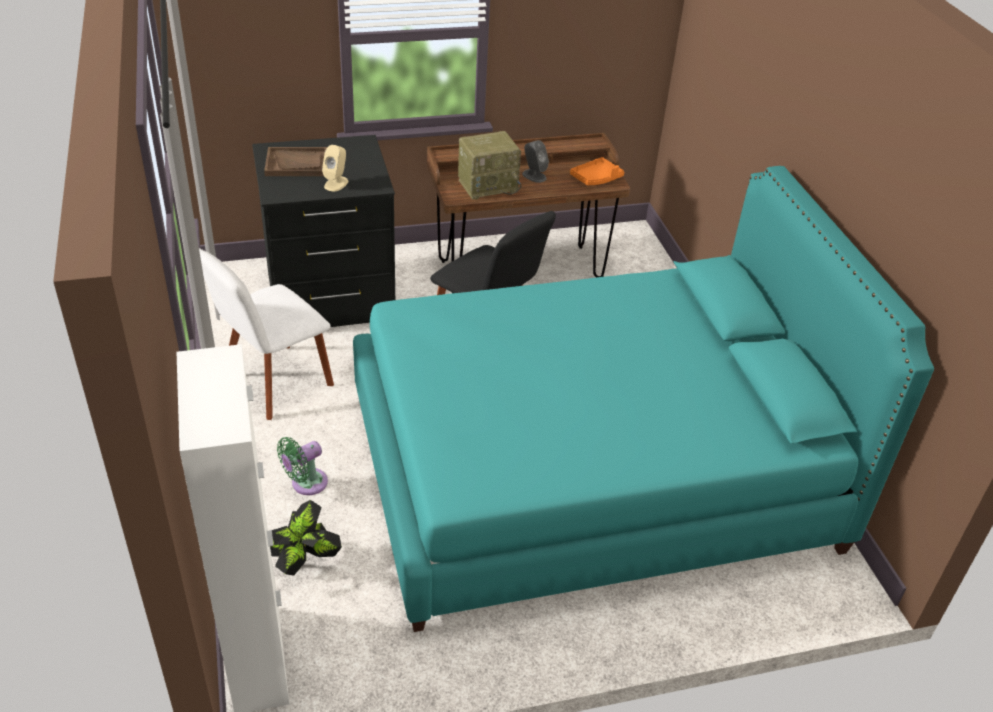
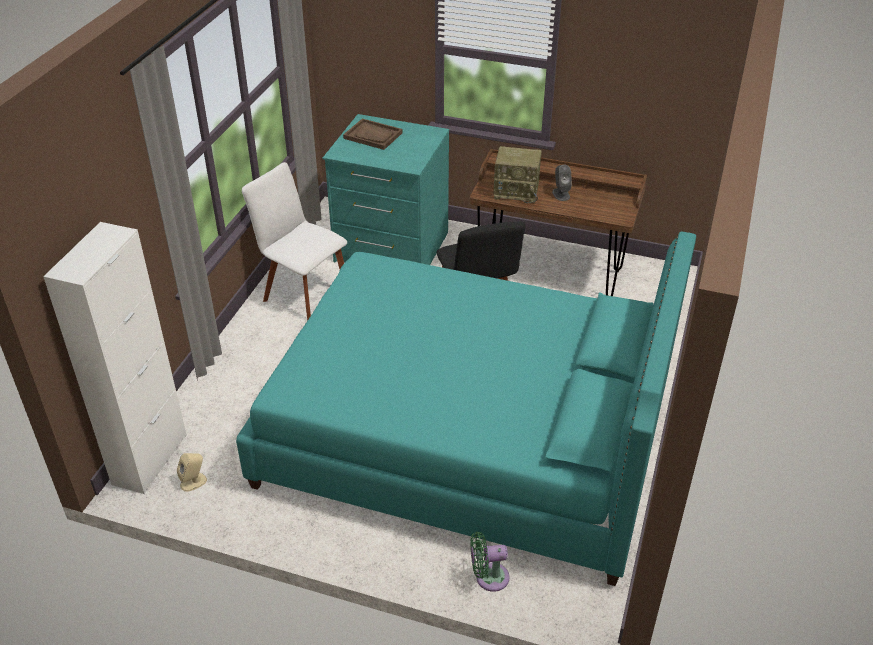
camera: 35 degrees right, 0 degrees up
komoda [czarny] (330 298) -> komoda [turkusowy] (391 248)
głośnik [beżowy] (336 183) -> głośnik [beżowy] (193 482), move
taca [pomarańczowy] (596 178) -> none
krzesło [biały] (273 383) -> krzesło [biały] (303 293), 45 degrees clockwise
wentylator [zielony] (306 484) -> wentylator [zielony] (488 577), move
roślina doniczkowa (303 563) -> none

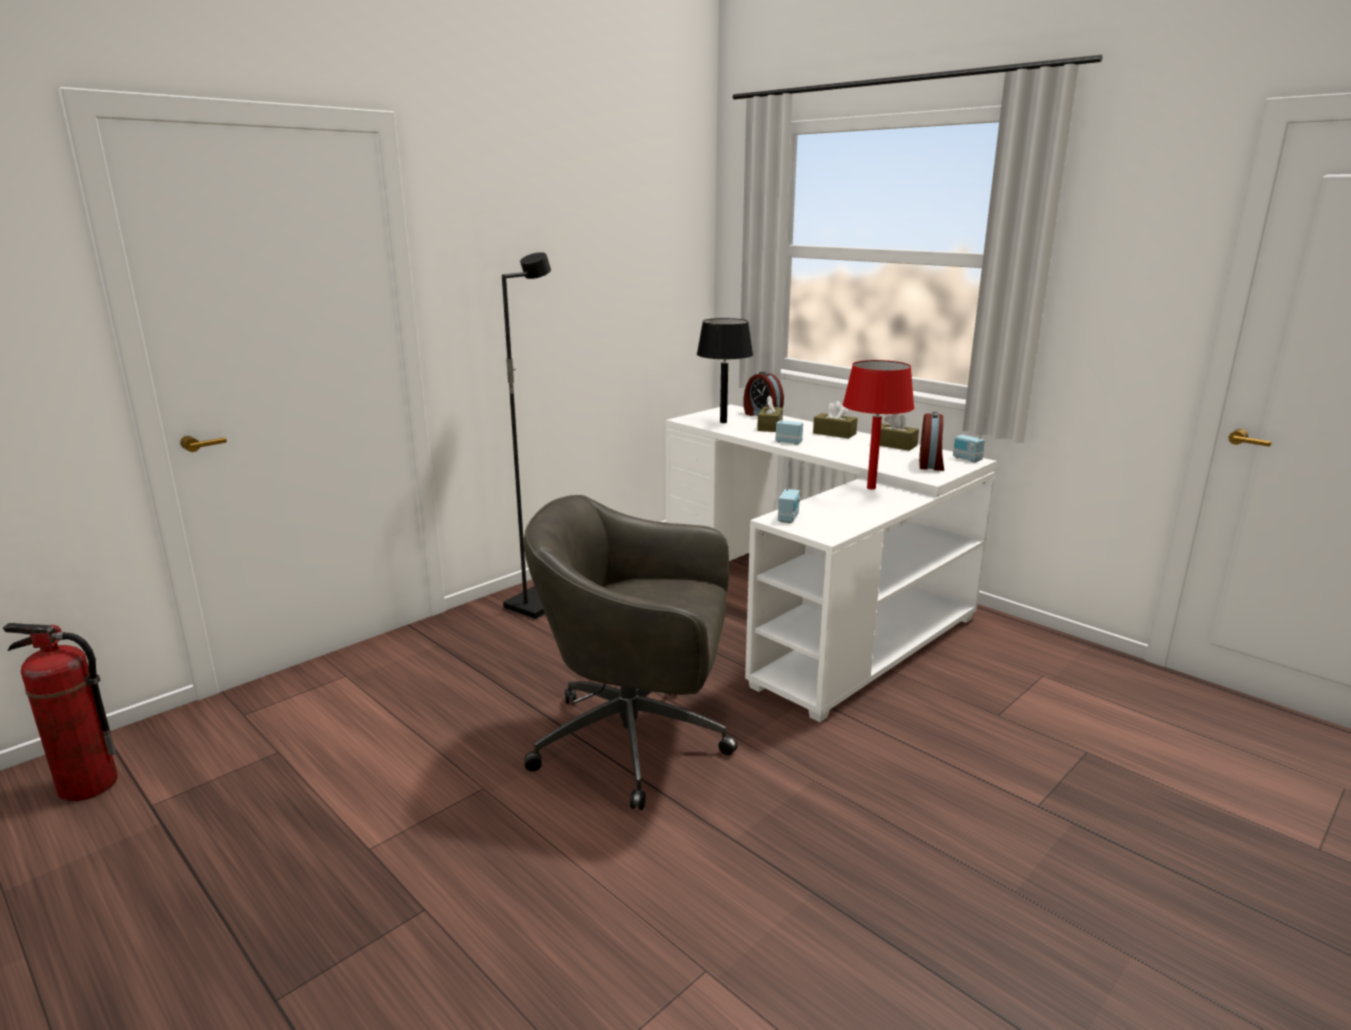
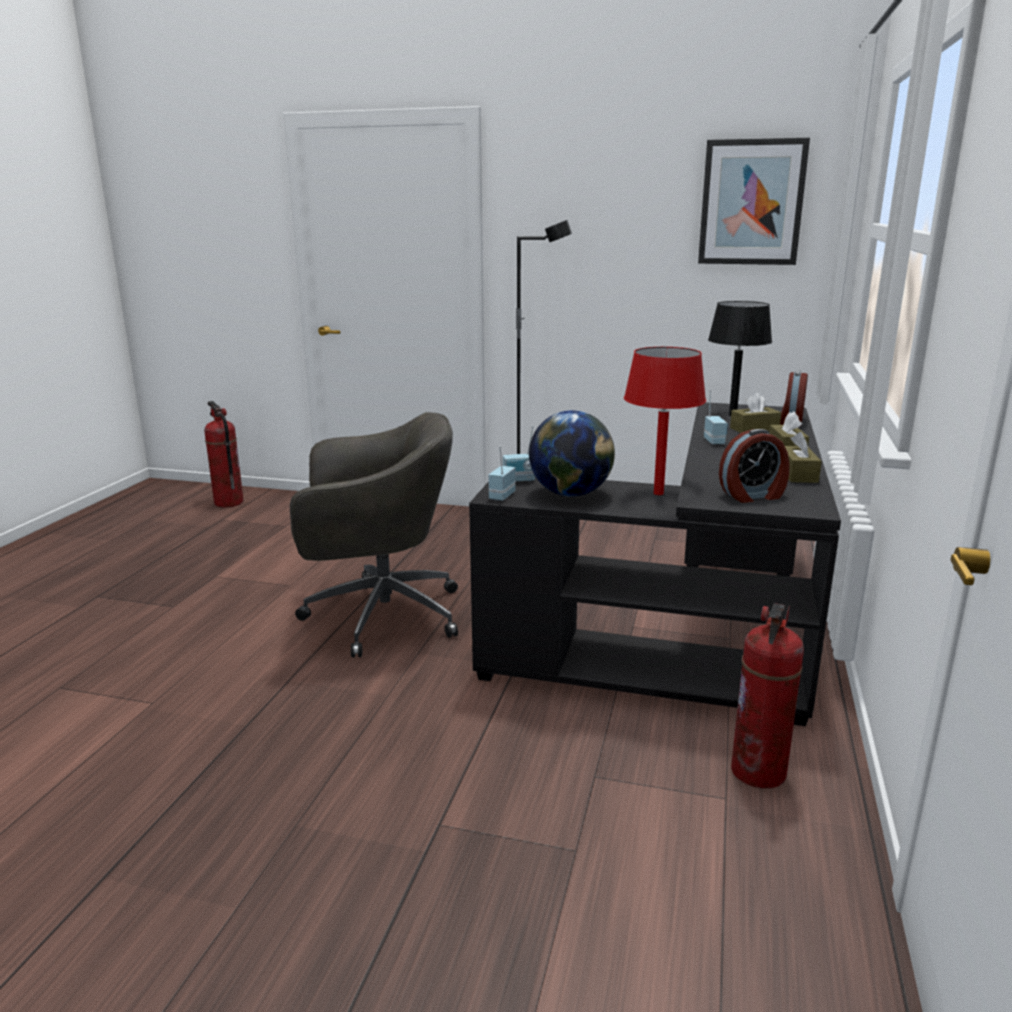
camera: 60 degrees right, 0 degrees up
biurko [biały] (814 606) -> biurko [czarny] (696 630)
radio (966 459) -> radio (500 496), move
krzesło biurowe [szary] (637 743) -> krzesło biurowe [szary] (379 615), 105 degrees clockwise
none -> obraz (751 202)
none -> globus (570 494)
none -> gaśnica (758 772)

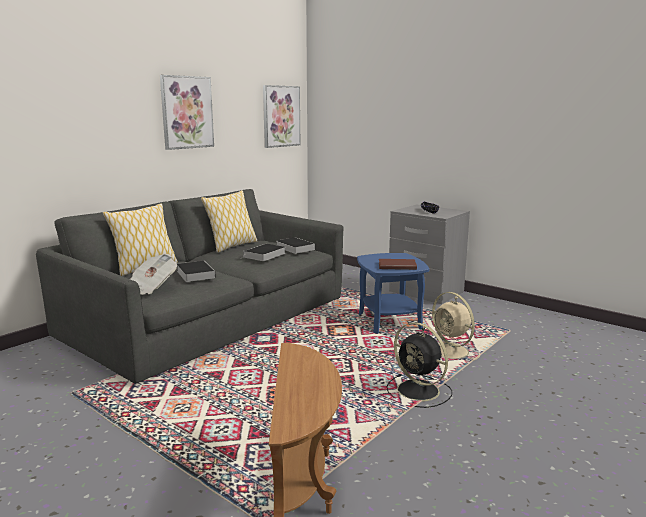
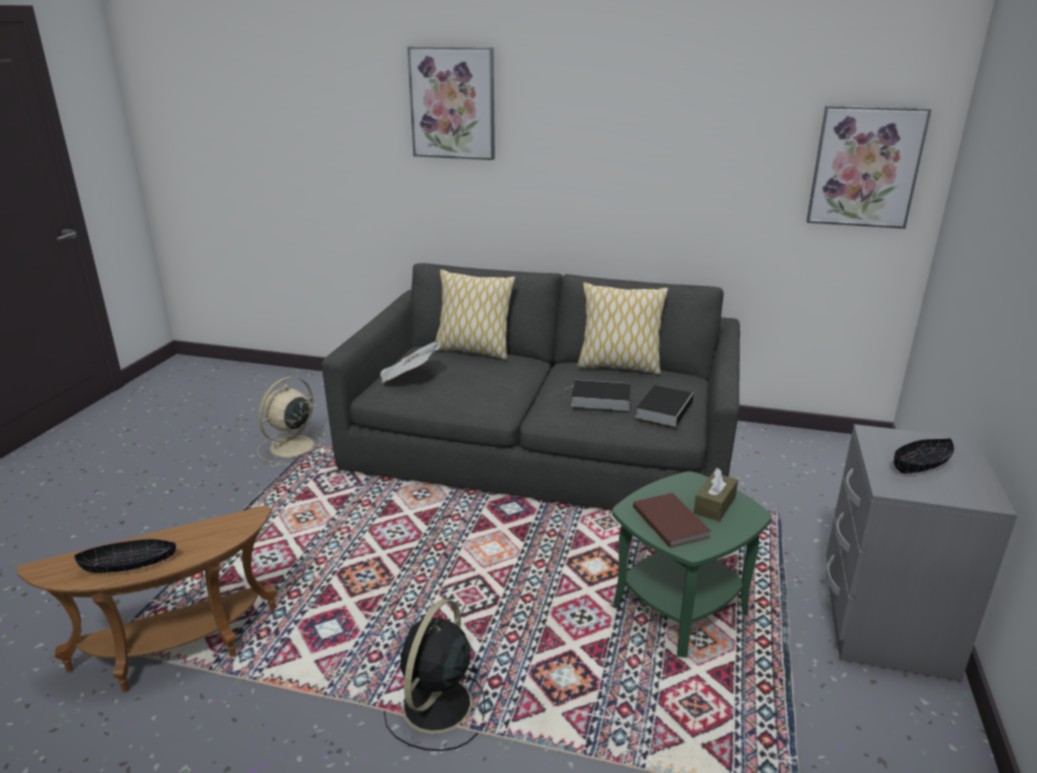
camera: 65 degrees right, 10 degrees up
obraz (186 112) -> obraz (453 103), move
stolik [niebieski] (389 321) -> stolik [zielony] (680 609)
książka (195 274) -> none
wentylator [beżowy] (451 352) -> wentylator [beżowy] (290 447), move
none -> pudełko chusteczek [brązowy] (714 505)
none -> miska [czarny] (129 565)

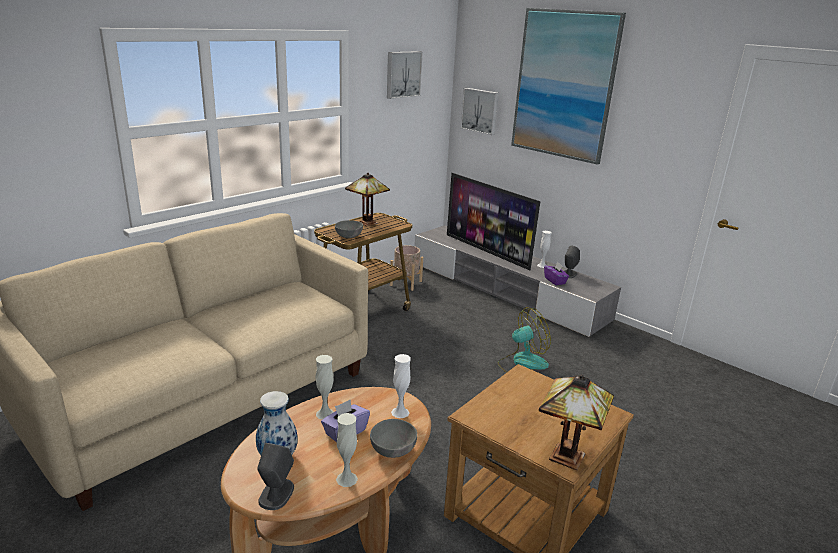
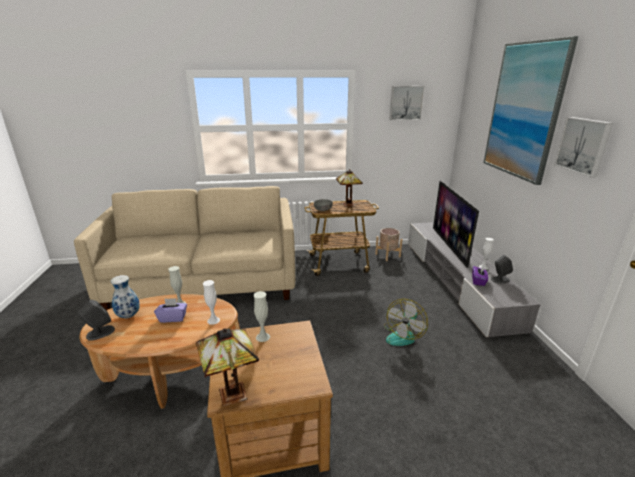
camera: 40 degrees right, 0 degrees up
obraz (480 111) -> obraz (583 145), move
wentylator (522 364) -> wentylator (403 335), 105 degrees clockwise
wazon [biały] (346 479) -> wazon [biały] (263 337), move
miska [szary] (393 451) -> none

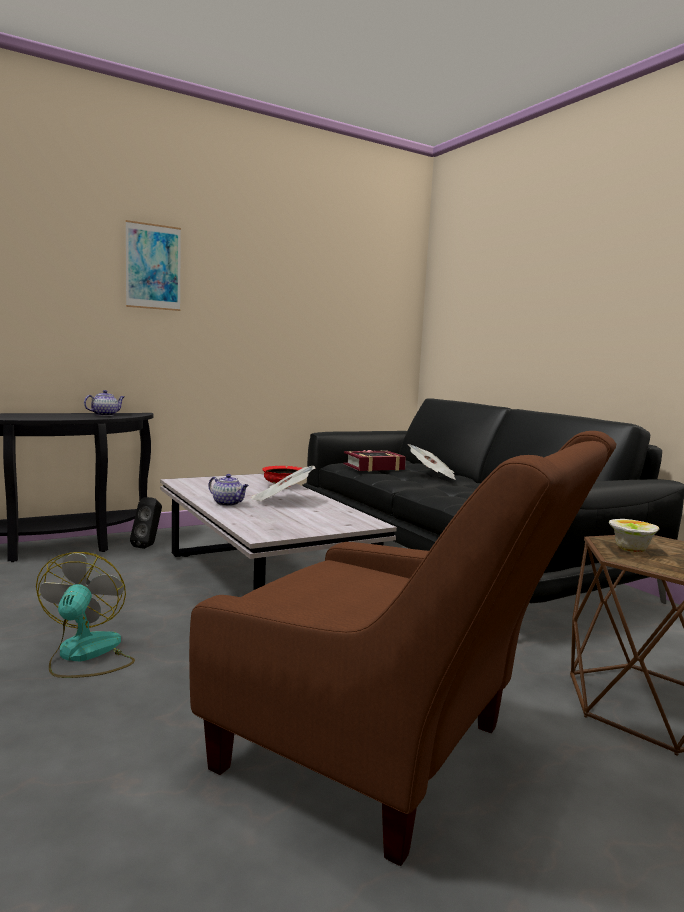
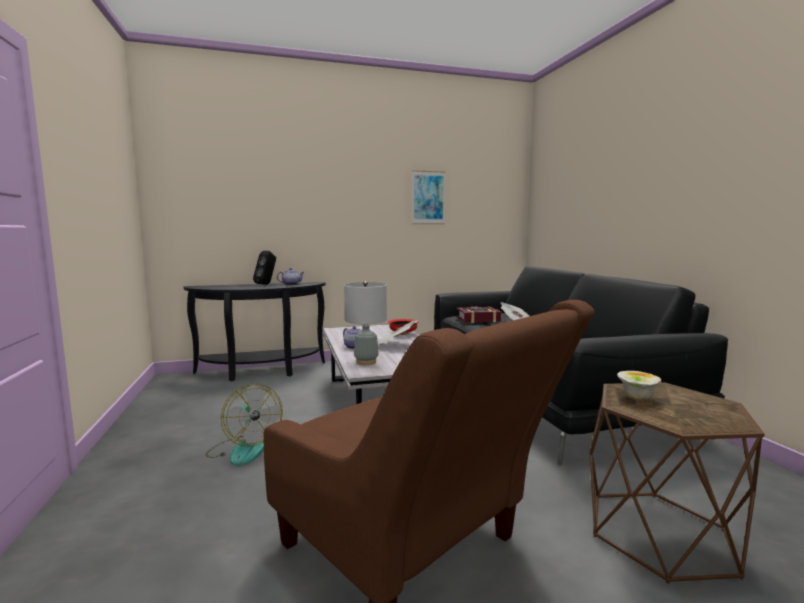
camera: 15 degrees right, 0 degrees up
obraz (153 267) -> obraz (428 198), move
głośnik [czarny] (148 546) -> głośnik [czarny] (266 284), move
wentylator (85 655) -> wentylator (244 449), 135 degrees clockwise
none -> lampa stołowa [szary] (366 362)

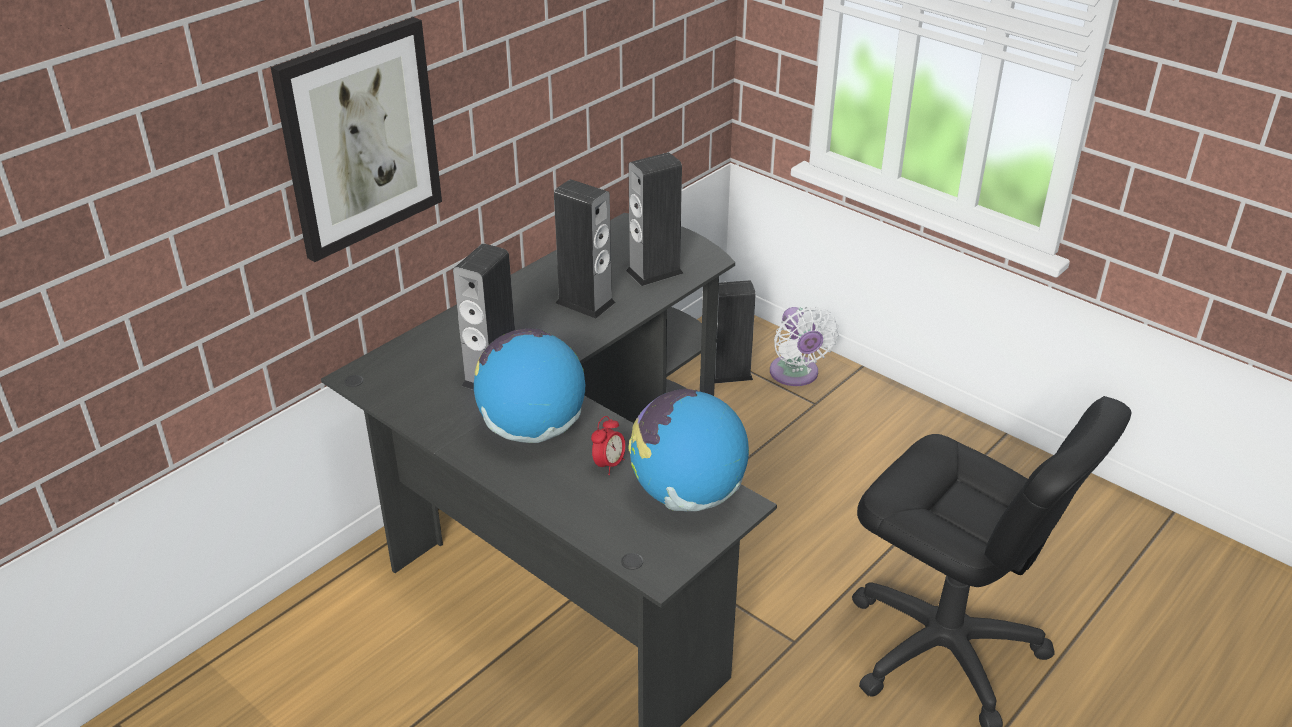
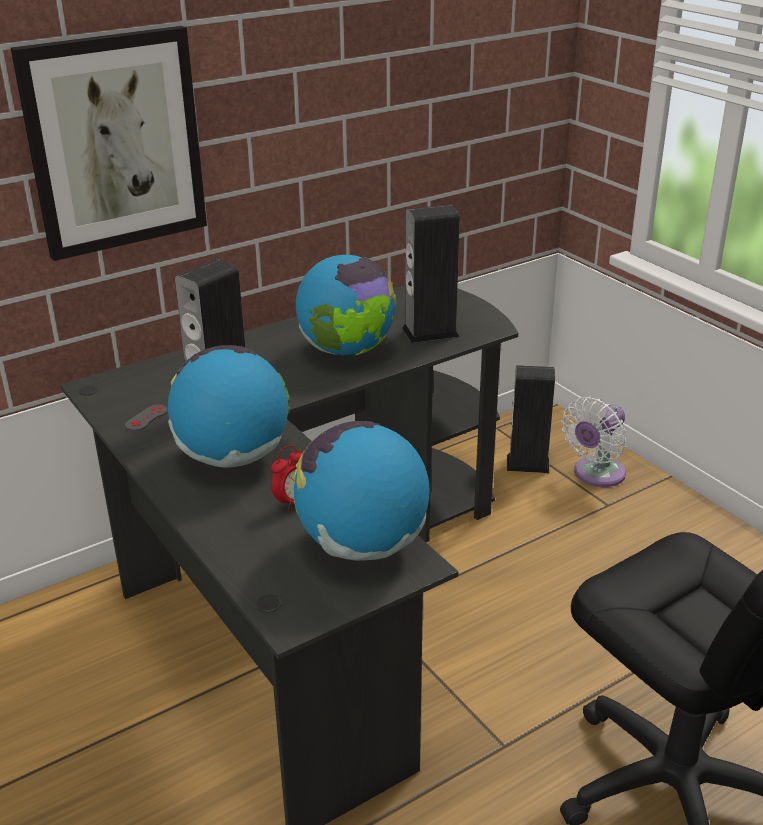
camera: 15 degrees right, 5 degrees down
głośnik (585 302) -> globus (347 350)
wentylator [biały] (795 375) -> wentylator [biały] (596 474), 45 degrees clockwise
none -> pad do gier [szary] (146 418)

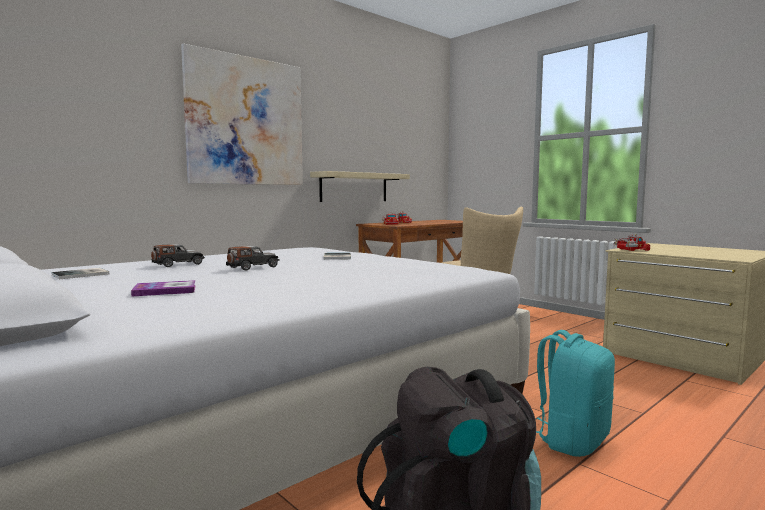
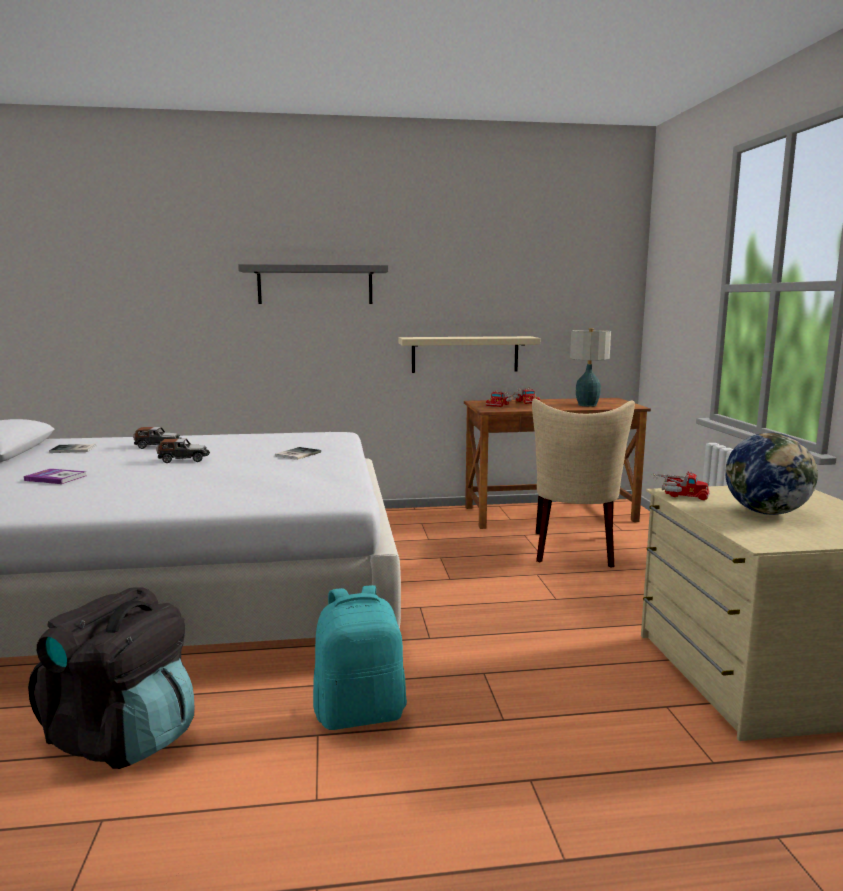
camera: 35 degrees right, 5 degrees up
obraz (246 121) -> półka [szary] (315 285)
none -> lampa stołowa (587 405)
none -> globus (766 512)

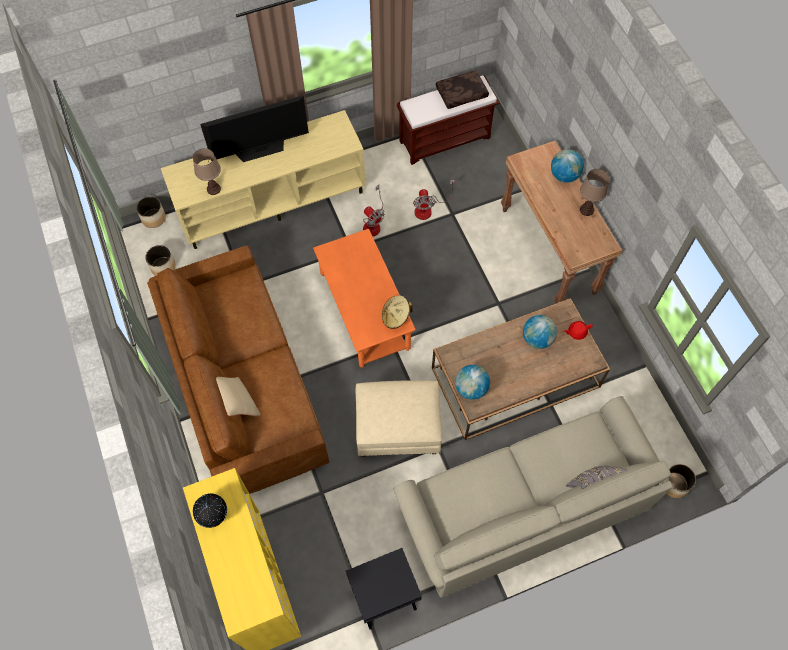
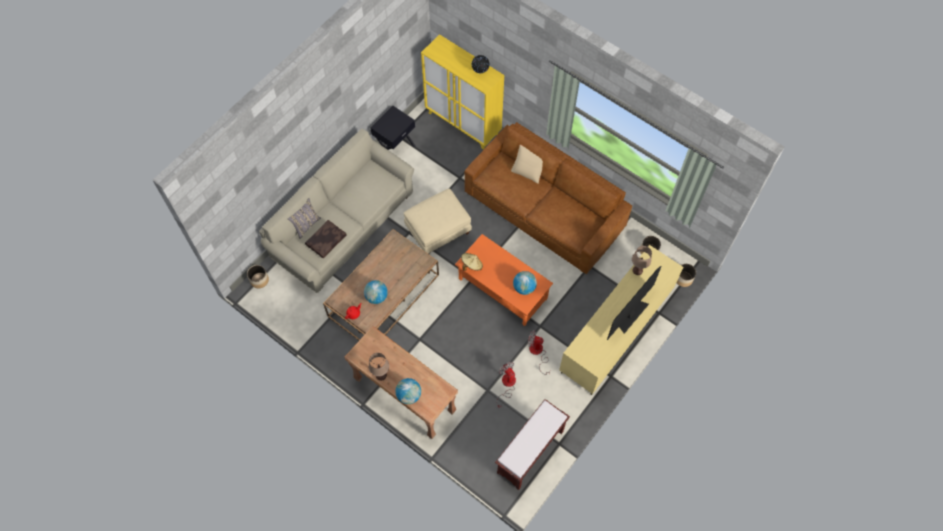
camera: 150 degrees right, 0 degrees up
poduszka [brązowy] (461 94) -> poduszka [brązowy] (326 240), move
globus (471 388) -> globus (524 287), move

